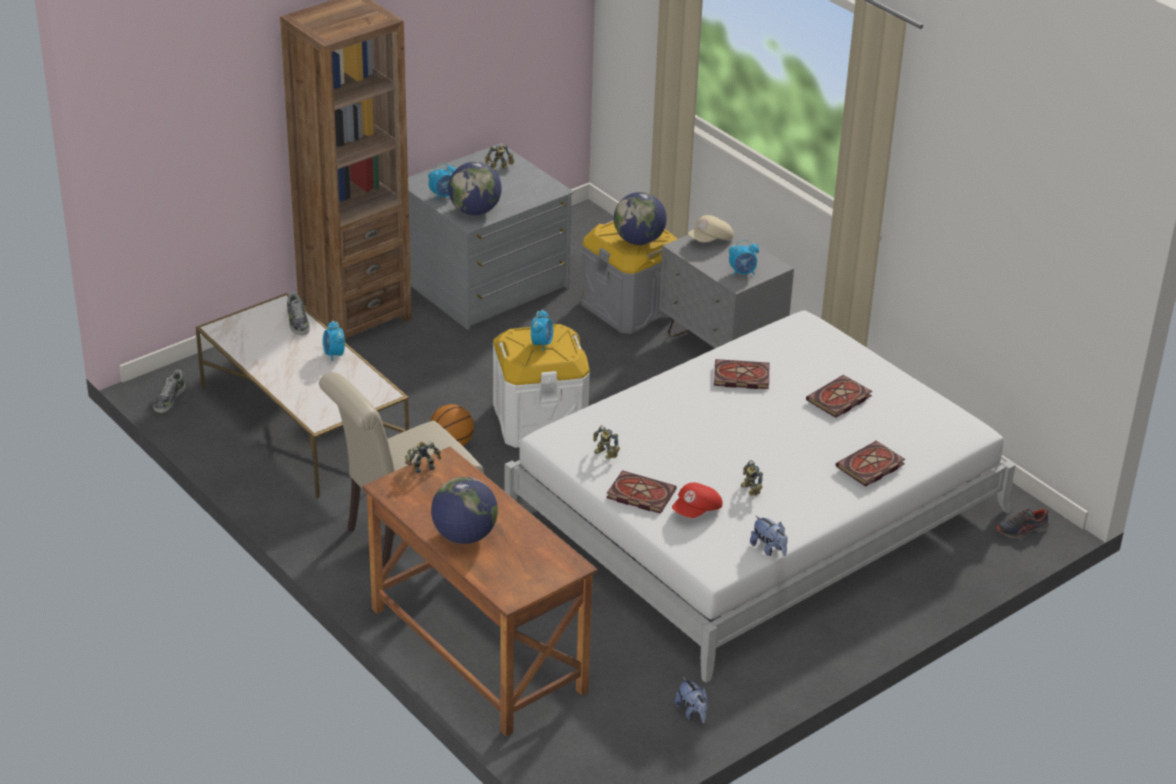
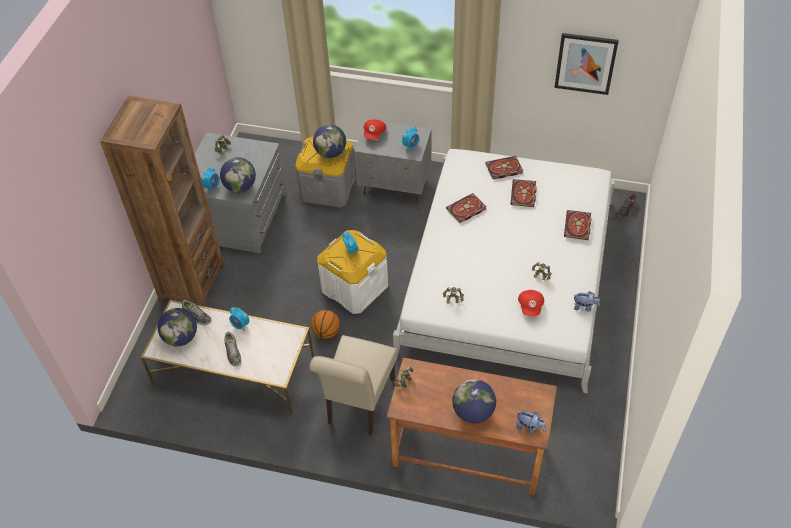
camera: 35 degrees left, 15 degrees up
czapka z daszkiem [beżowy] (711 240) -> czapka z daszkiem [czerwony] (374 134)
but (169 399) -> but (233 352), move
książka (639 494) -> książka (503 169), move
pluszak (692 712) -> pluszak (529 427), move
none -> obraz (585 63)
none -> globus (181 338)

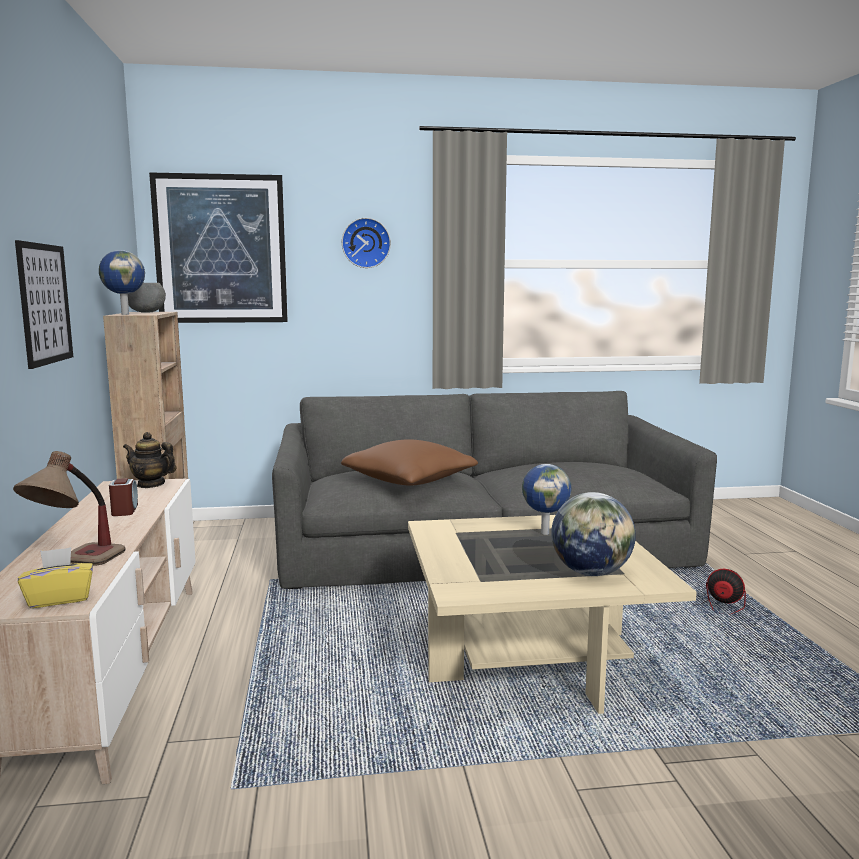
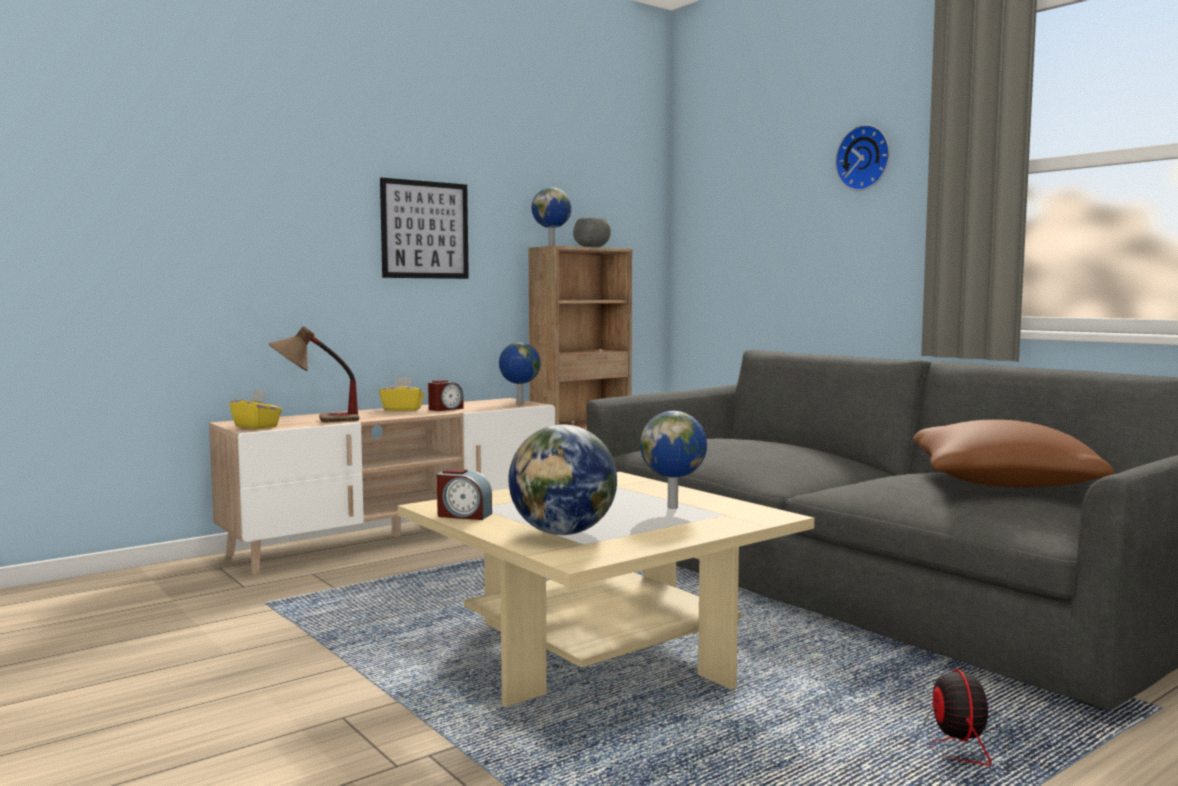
camera: 60 degrees right, 5 degrees down
obraz (221 249) -> none
imbryk (151 484) -> globus (519 403)
poduszka [brązowy] (409 481) -> poduszka [brązowy] (1001 483), move
none -> pudełko chusteczek [żółty] (402 409)
none -> budzik (463 515)

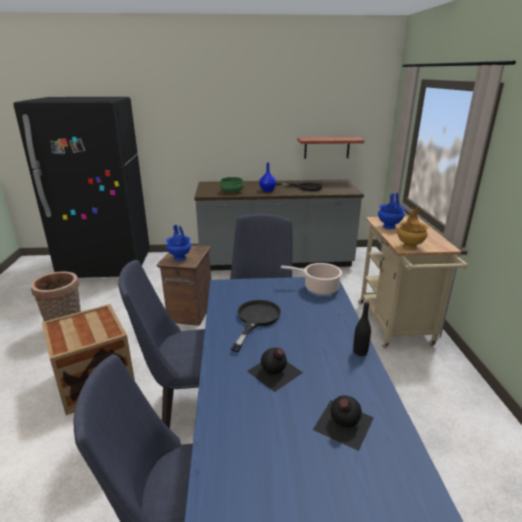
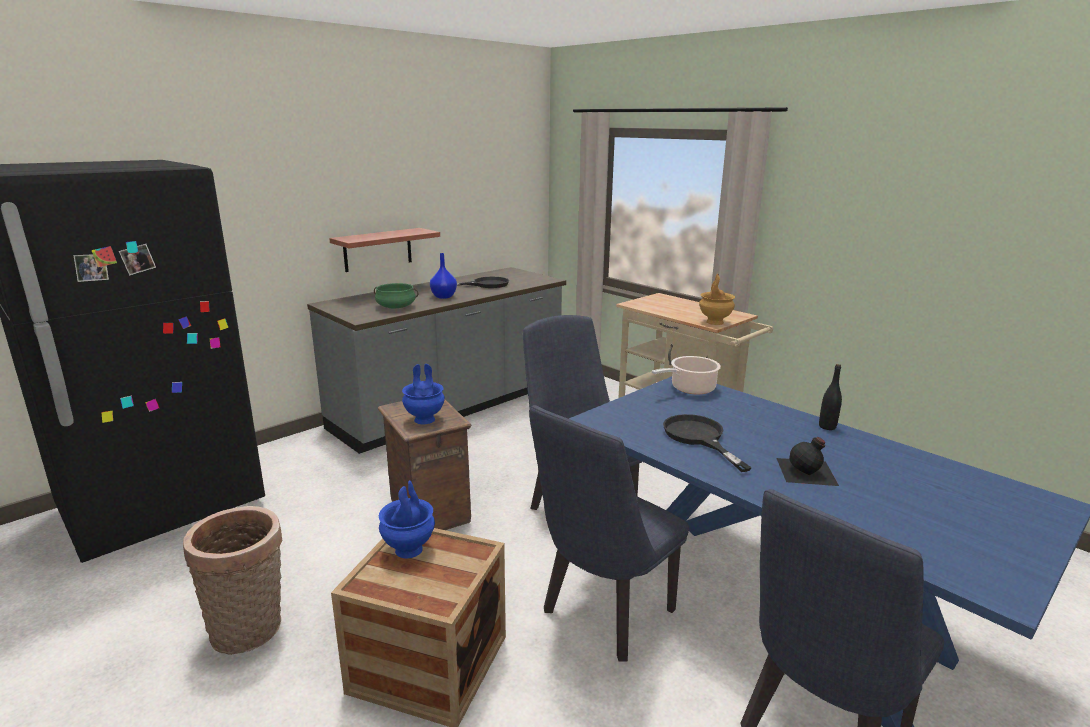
camera: 40 degrees left, 5 degrees down
półka (327 147) -> półka (378 249), move
wazon [niebieski] (389 227) -> wazon [niebieski] (408 550), move
butelka [czarny] (342 423) -> none

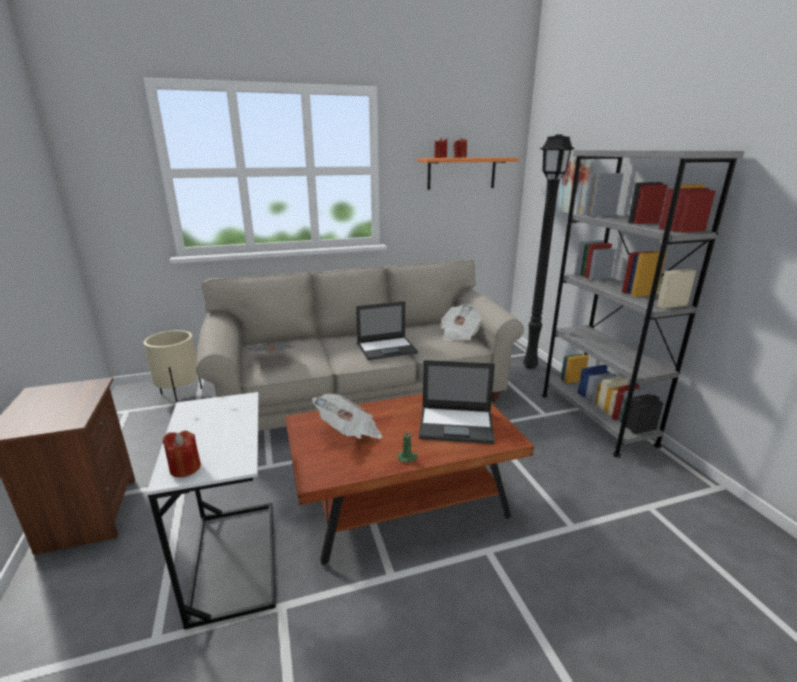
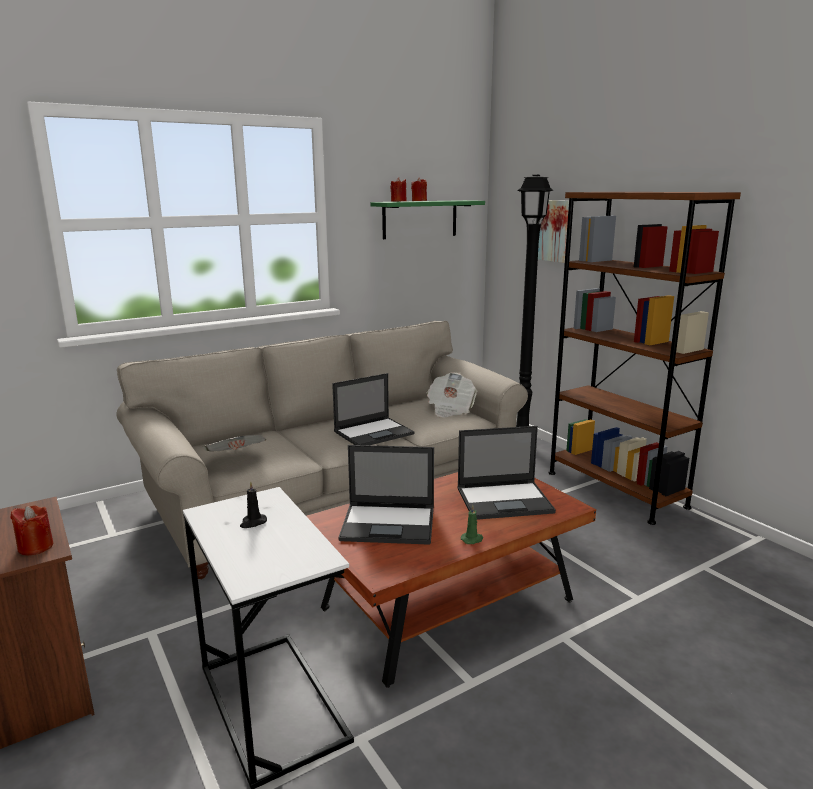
camera: 15 degrees left, 5 degrees down
regał [szary] (595 418) -> regał [brązowy] (615 489)
półka [pomarańczowy] (461 173) -> półka [zielony] (420 219)
donica [beżowy] (181 396) -> none
gazeta (349 432) -> laptop (389 524)
świeca [czerwony] (185 468) -> świeca [czerwony] (35 547), move
none -> świeca [czarny] (253 522)

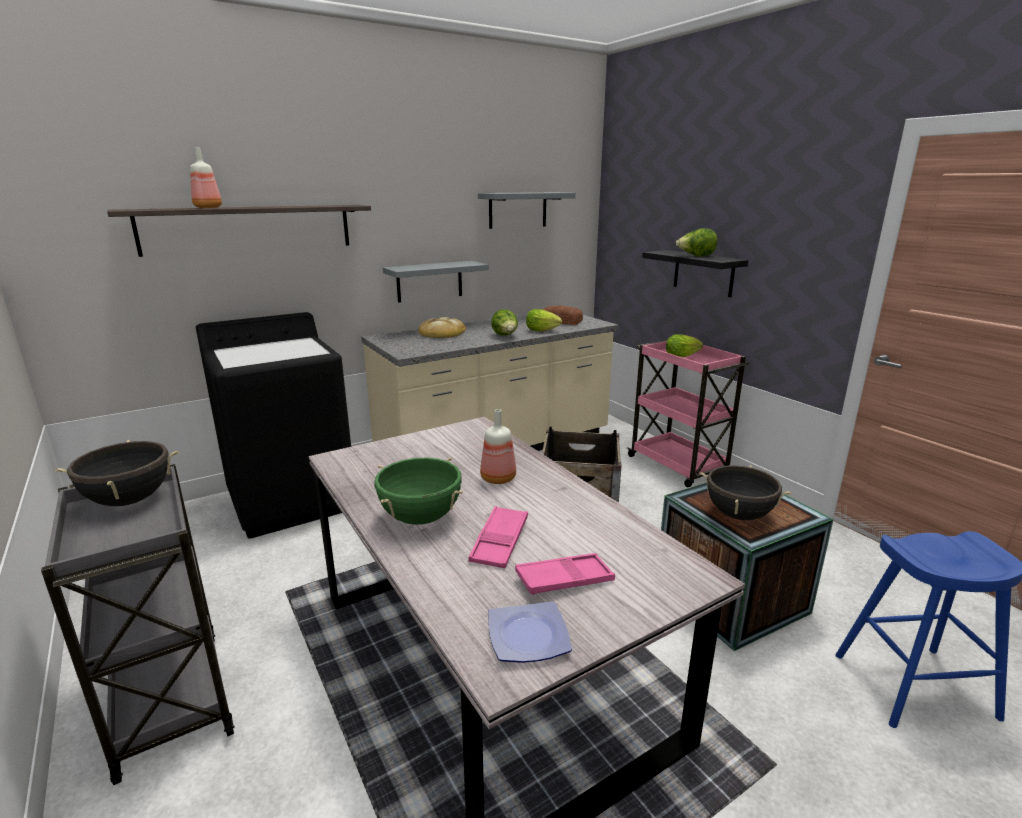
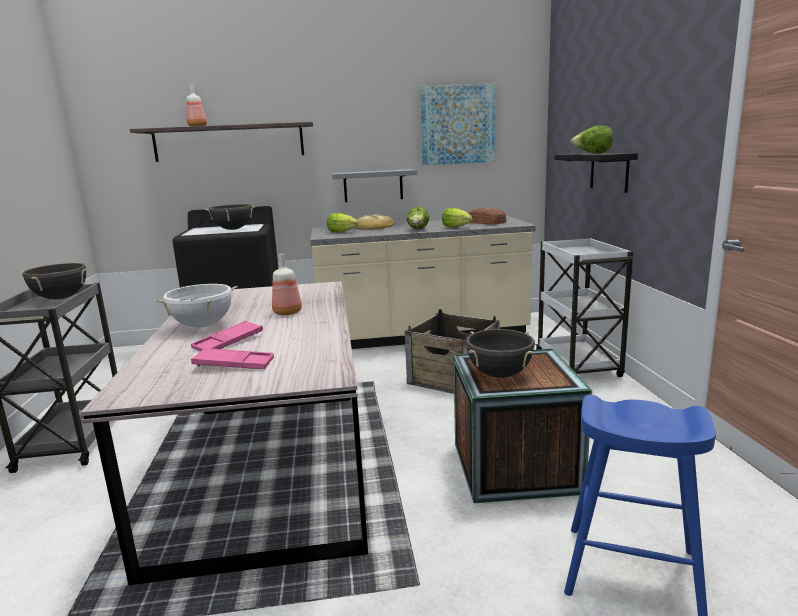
camera: 25 degrees right, 5 degrees down
półka [szary] (518 210) -> obraz (457 125)
sałata (681 356) -> sałata (341 232), move
wózek [różowy] (678 466) -> wózek [biały] (578 365)
garnek [zielony] (421 518) -> garnek [biały] (203 326)
talerz (530 637) -> none
none -> garnek [czarny] (233 229)

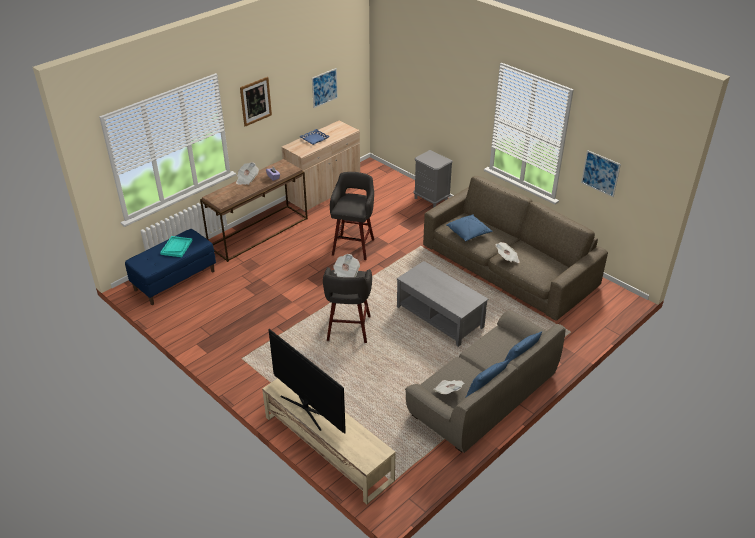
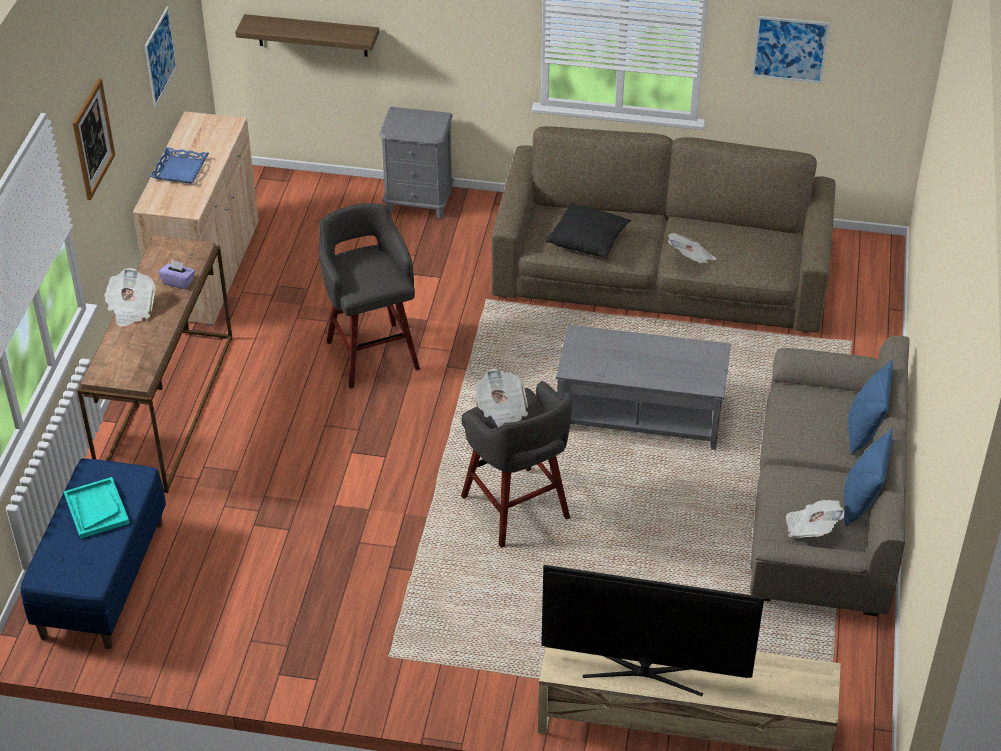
camera: 35 degrees left, 5 degrees up
poduszka [niebieski] (469 233) -> poduszka [czarny] (588 240)
none -> półka (312 35)

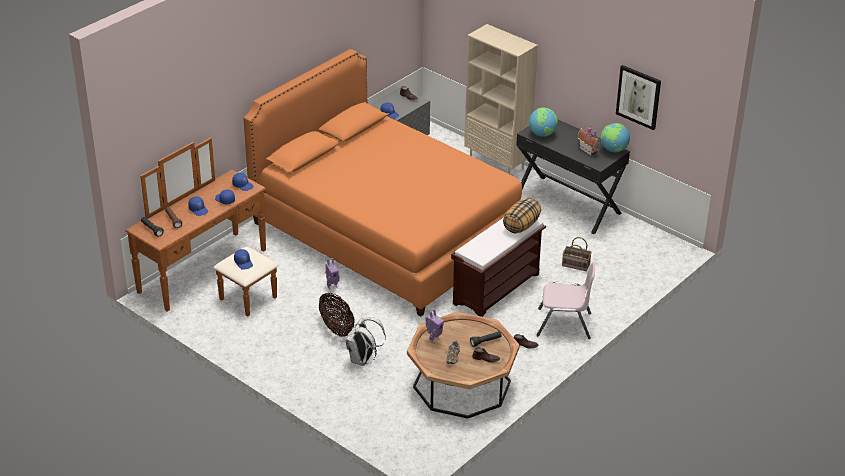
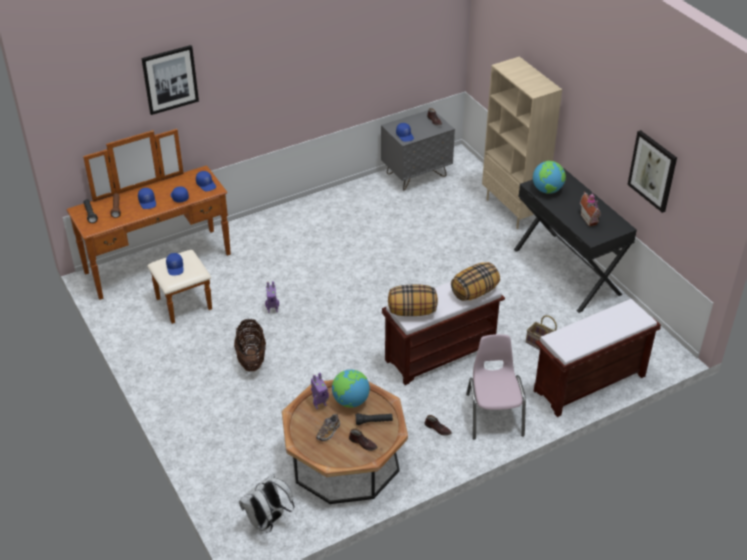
camera: 20 degrees right, 5 degrees up
łóżko [pomarańczowy] (388 232) -> none
globus (613 150) -> globus (350 401), move
krzesło [różowy] (564 324) -> krzesło [różowy] (494 414), 120 degrees counterclockwise
plecak [biały] (363 360) -> plecak [biały] (267 521), move
none -> obraz (170 79)
none -> poduszka (412 312)
none -> ławka [brązowy] (589 384)

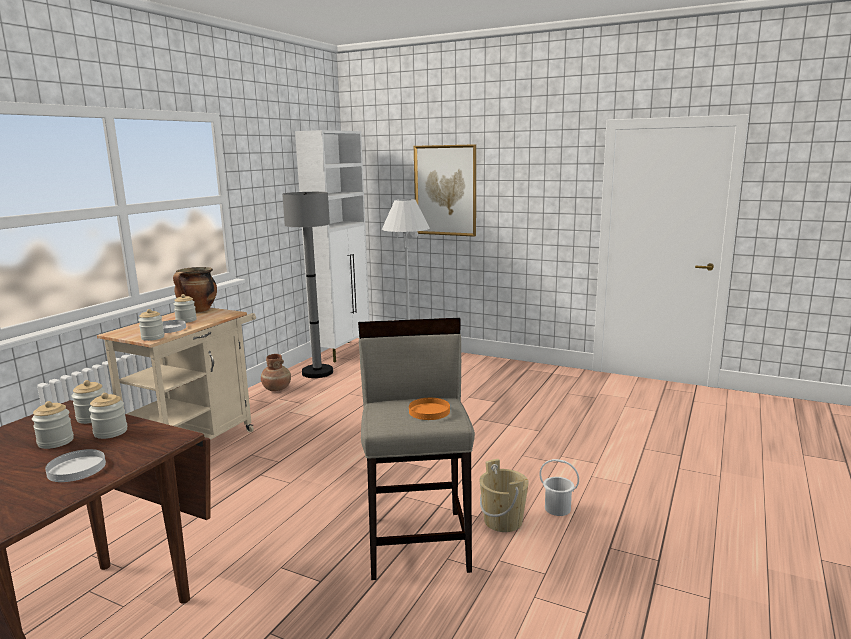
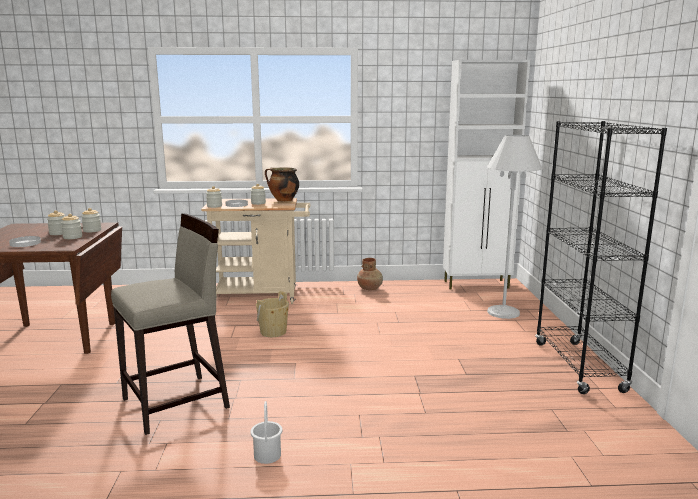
camera: 60 degrees right, 0 degrees up
obraz (445 190) -> none
lampa stojąca [szary] (317 372) -> none
talerz [pomarańczowy] (429 411) -> none
wiadro [beżowy] (503 521) -> wiadro [beżowy] (273 332), move
none -> regał [czarny] (578 367)

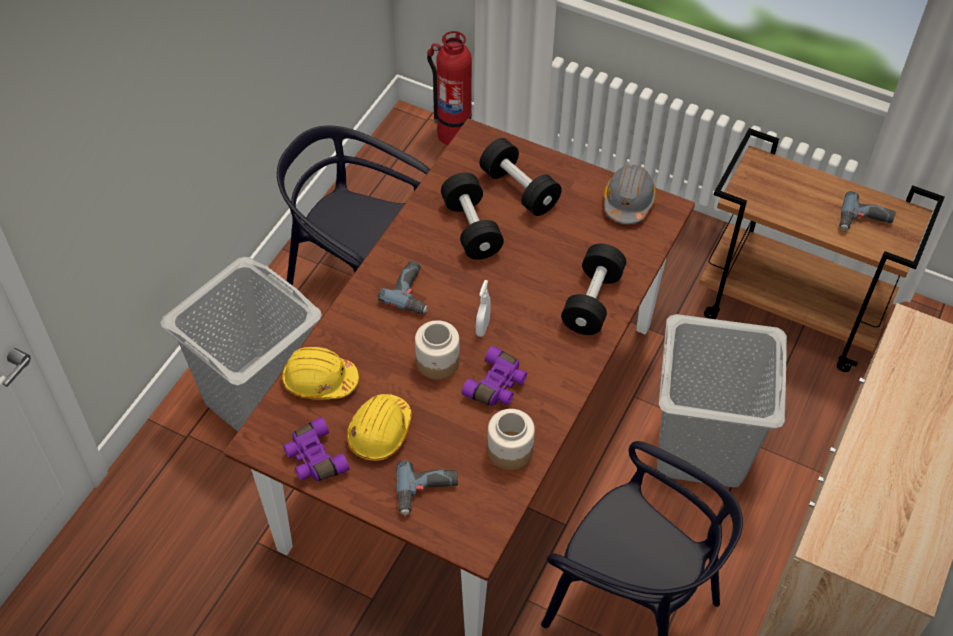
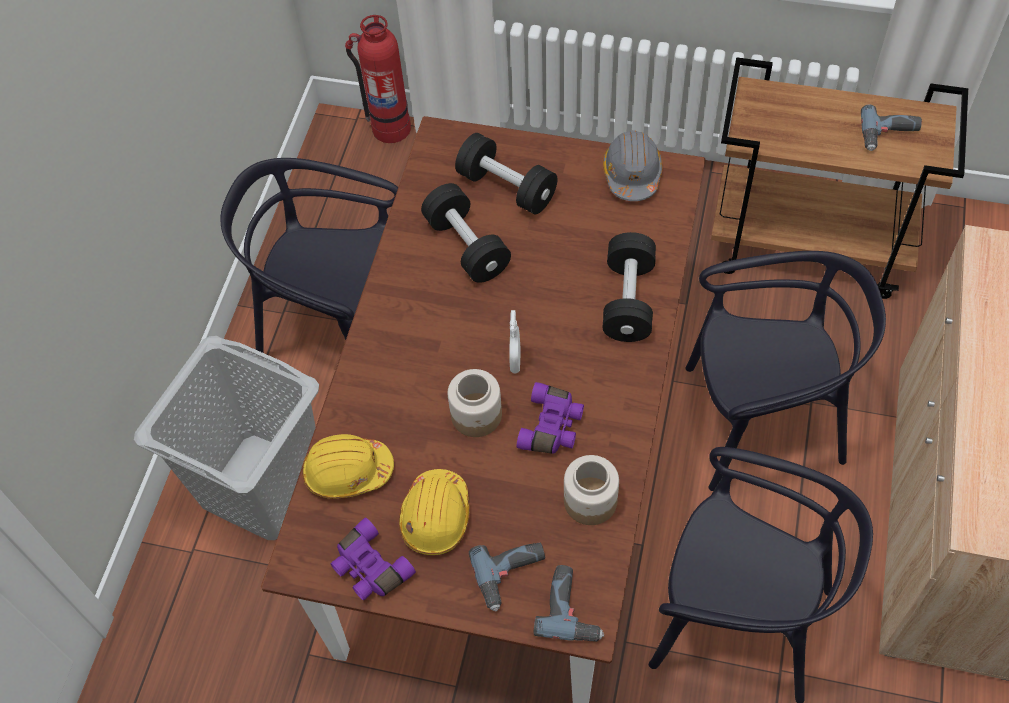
camera: 10 degrees left, 5 degrees up
wiertarka (412 292) -> wiertarka (572 608), move
kosz na pranie [szary] (702 448) -> krzesło [czarny] (761 421)

